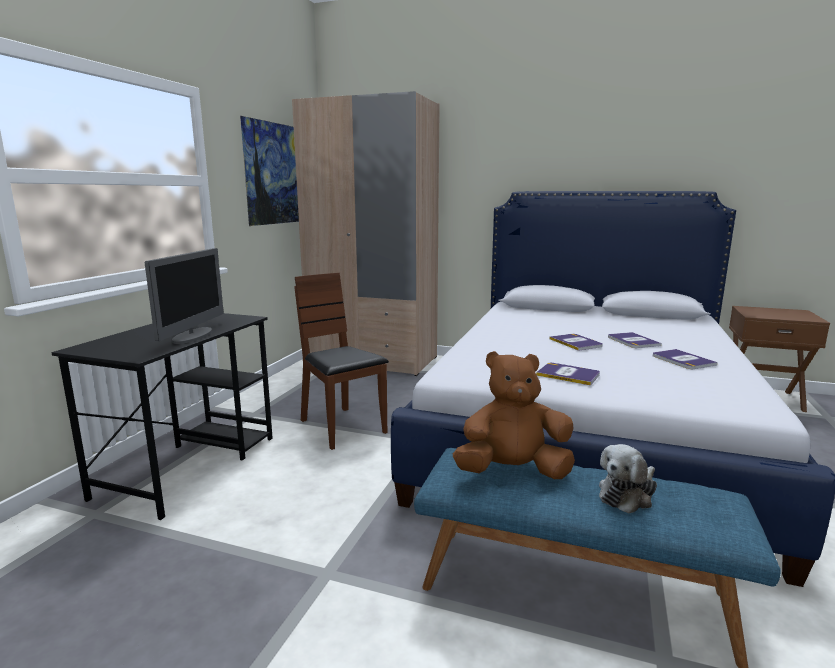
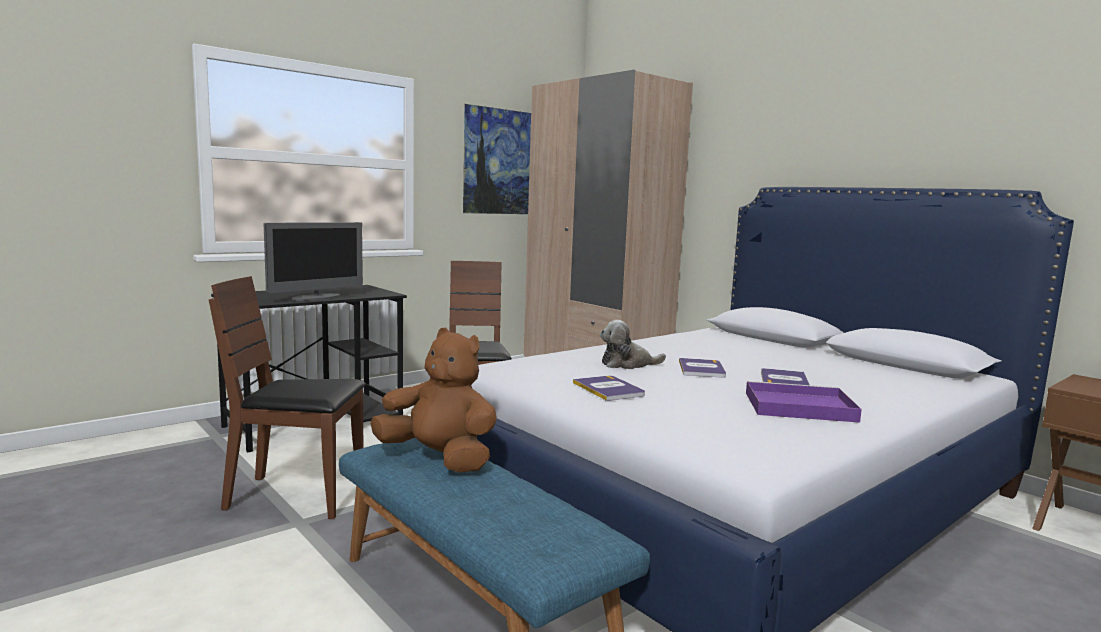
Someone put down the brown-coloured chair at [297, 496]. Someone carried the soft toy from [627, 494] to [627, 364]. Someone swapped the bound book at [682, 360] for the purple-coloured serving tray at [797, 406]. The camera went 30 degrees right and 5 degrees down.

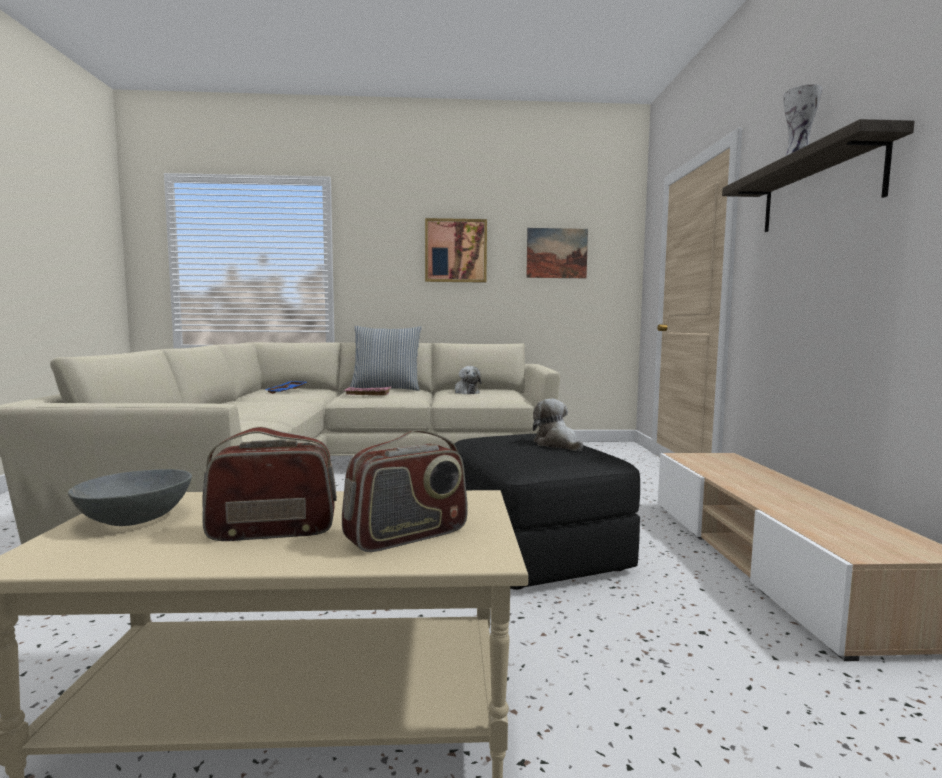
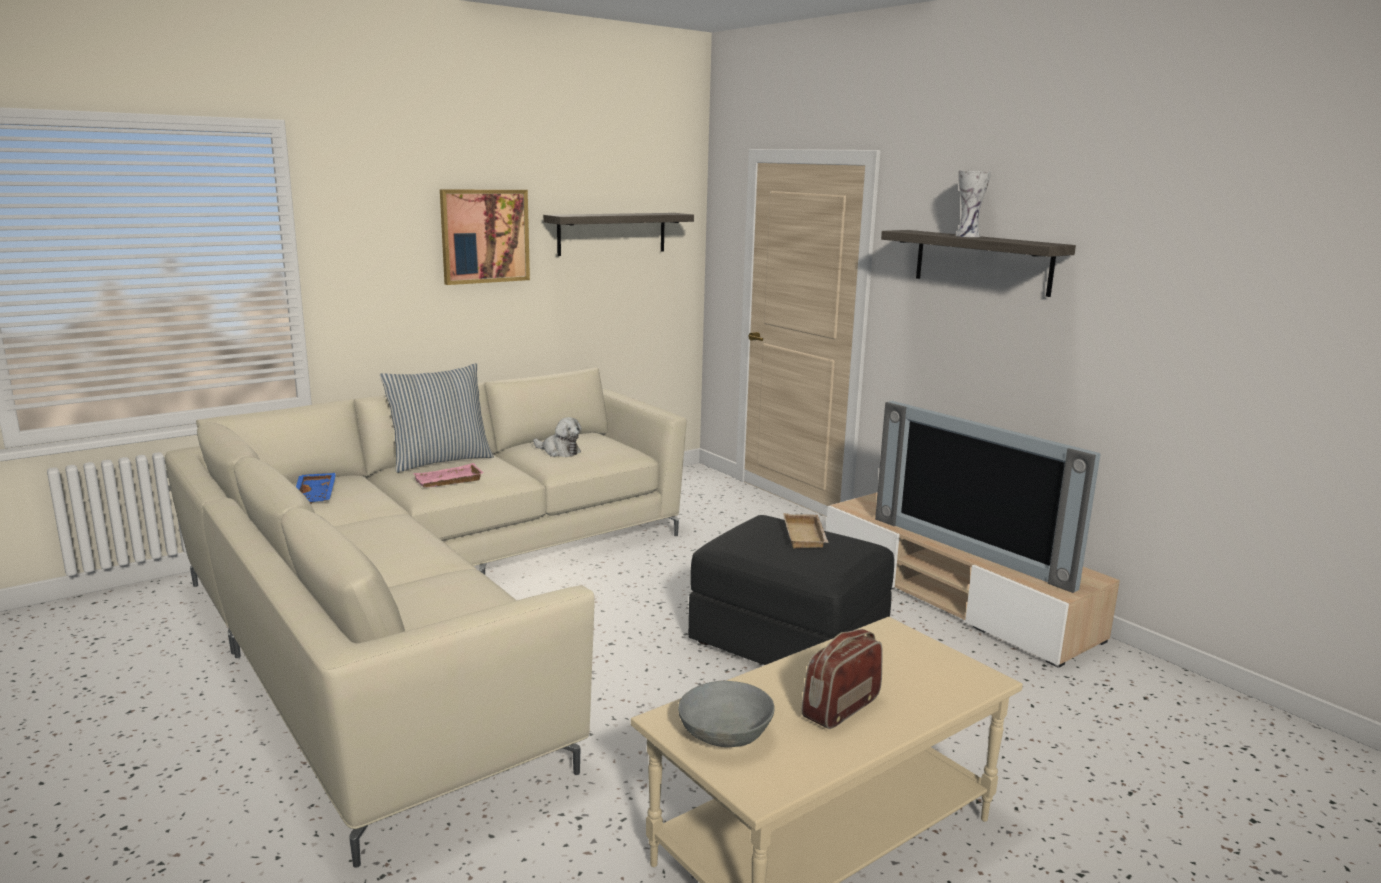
Someone took away the radio at [407, 536]. Someone put down the TV set at [973, 549]. Someone swapped the wall art at [556, 253] for the wall shelf at [612, 233]. Someone swapped the soft toy at [557, 444] for the beige serving tray at [806, 536]. The camera went 35 degrees left and 10 degrees up.

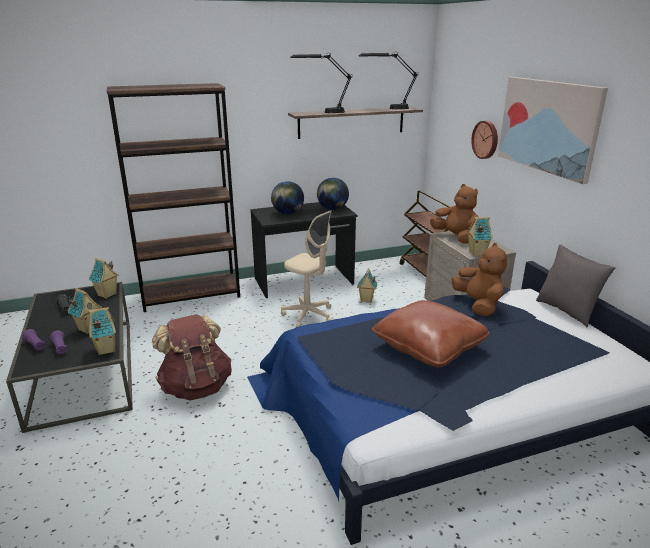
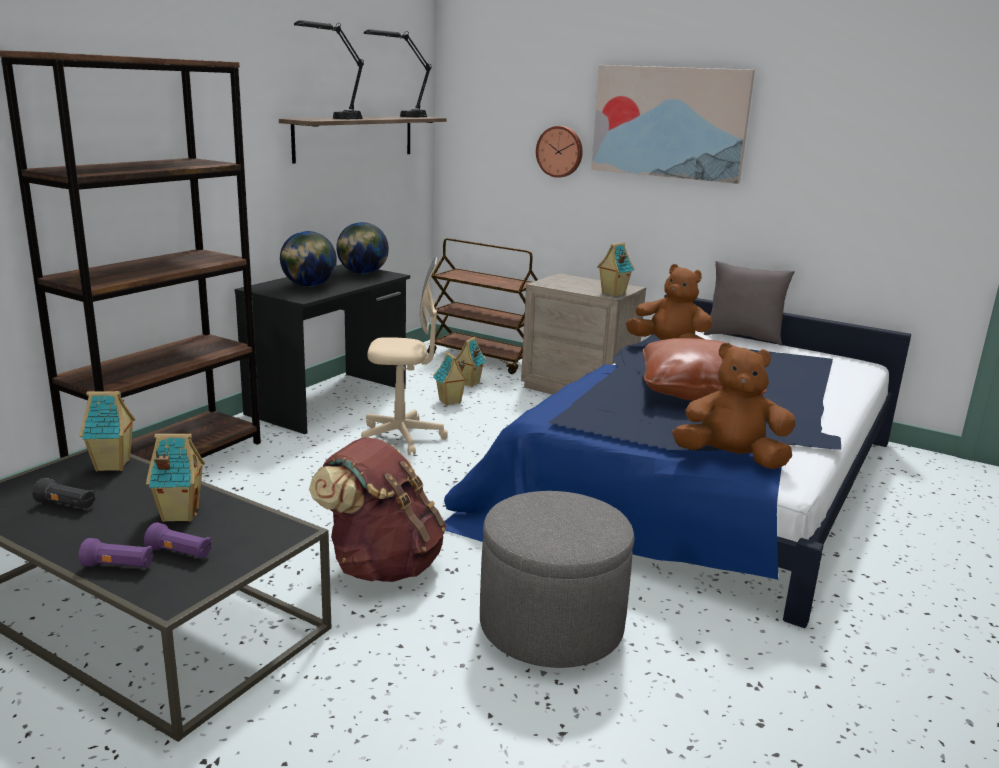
Someone put down the greyish ottoman at [551, 625]. Someone carried the model house from [106, 349] to [468, 383]. Someone carried the brown-coloured soft toy from [456, 238] to [731, 458]. The camera went 40 degrees left and 5 degrees down.

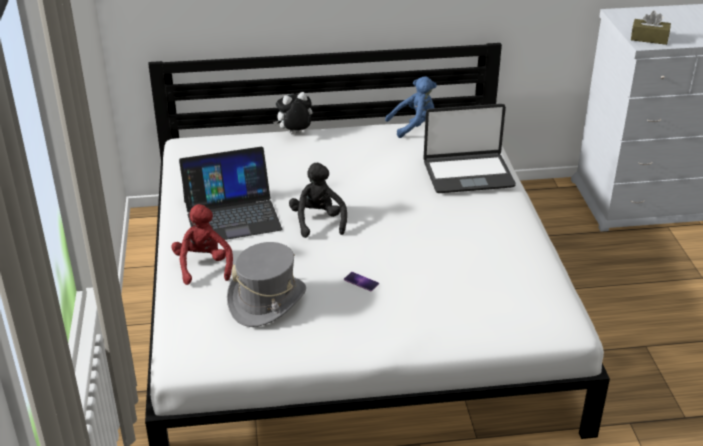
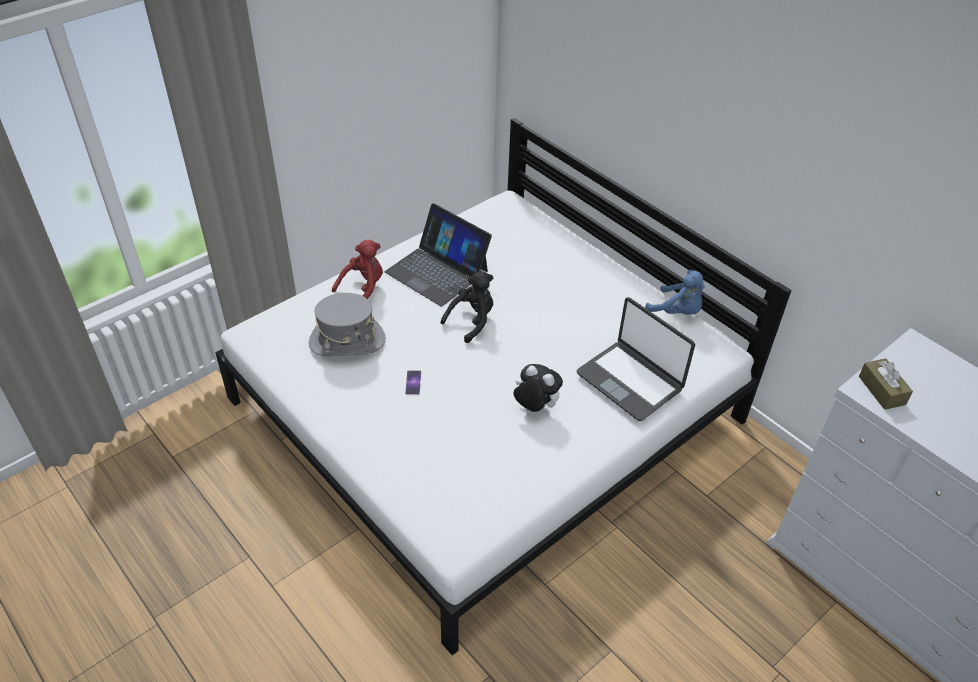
Someone carried the soft toy from [295, 134] to [535, 407]. The camera went 55 degrees right and 10 degrees up.

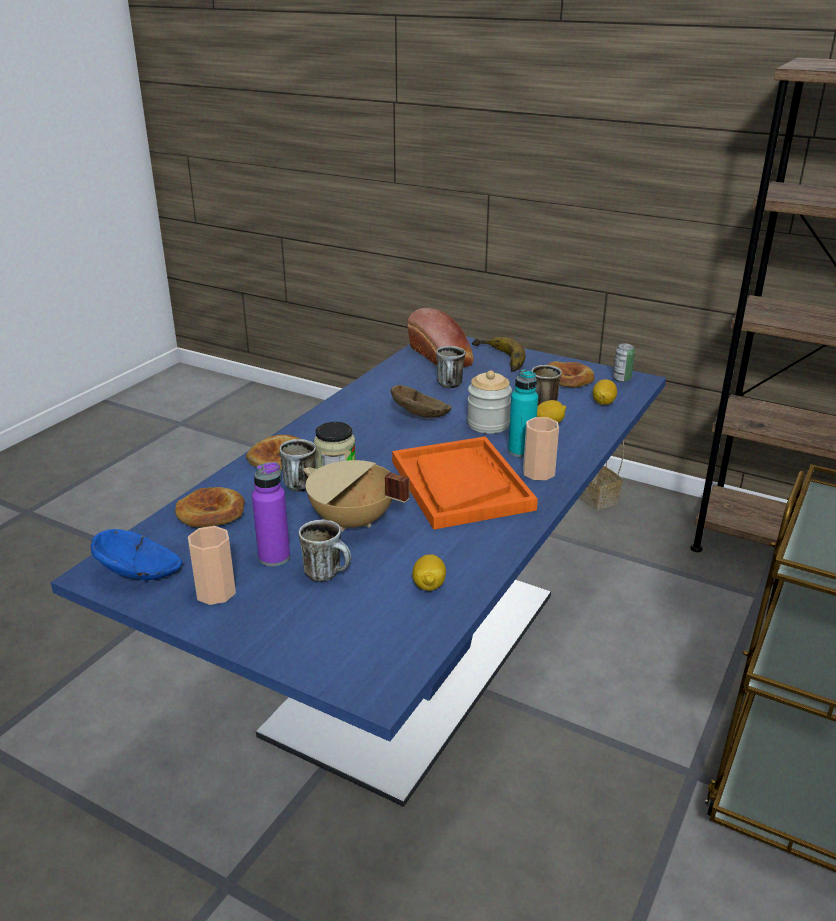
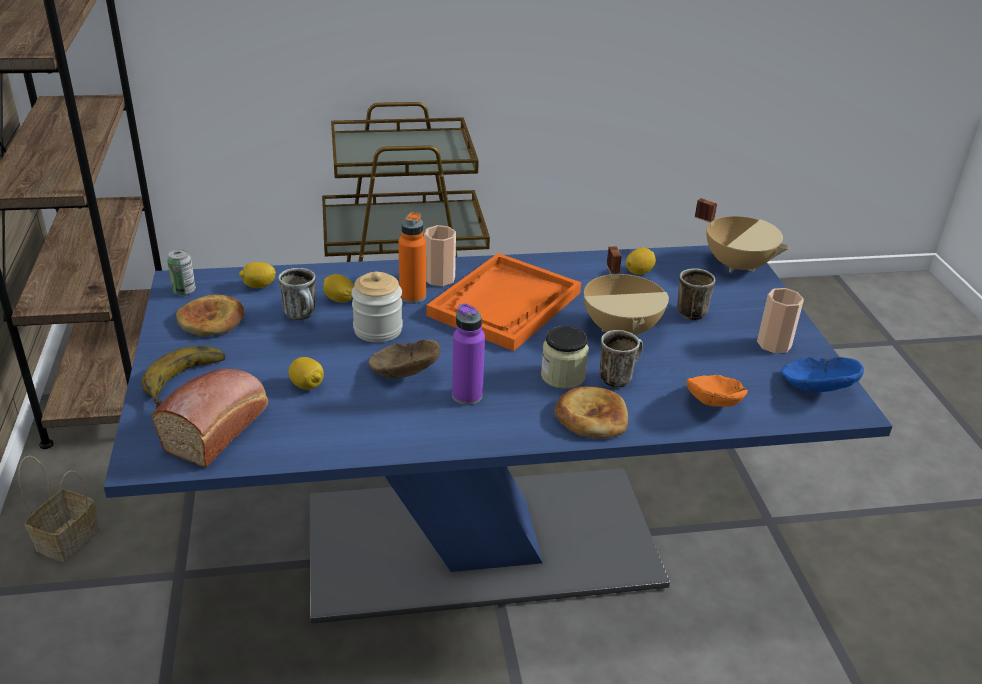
Someone put down the beige cooking pot at [737, 265]. Someone carried the purple-coloured beverage bottle from [274, 557] to [467, 396]. Someone swapped the bakery bread at [211, 512] for the orange deep dish at [714, 403]. Someone swapped the mug at [451, 386] for the lemon at [307, 385]. Someone repainted the turquoise beverage bottle at [521, 451], which became the orange beverage bottle at [412, 296]. The camera went 130 degrees left and 5 degrees up.

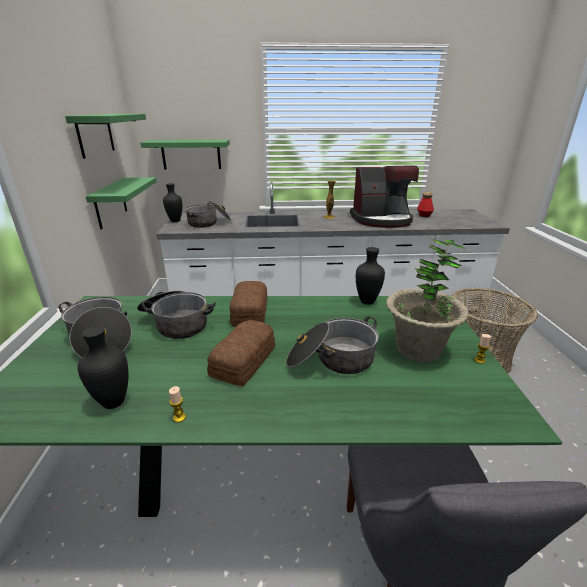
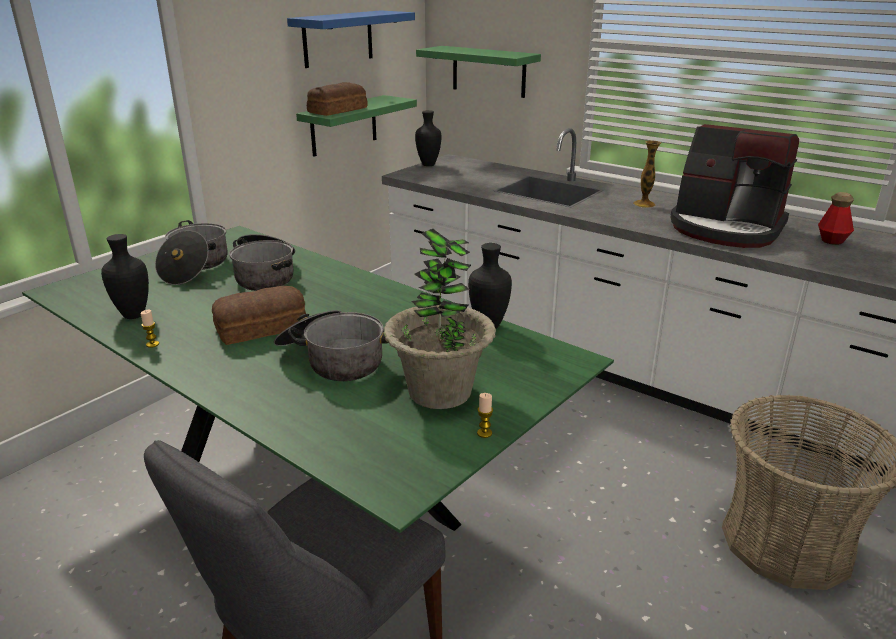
Someone took away the cooking pot at [209, 223]. Someone carried the bakery bread from [249, 313] to [336, 110]. Someone repainted the greenish wall shelf at [95, 134], which became the blue-coloured wall shelf at [338, 38]. The camera went 40 degrees right and 0 degrees up.

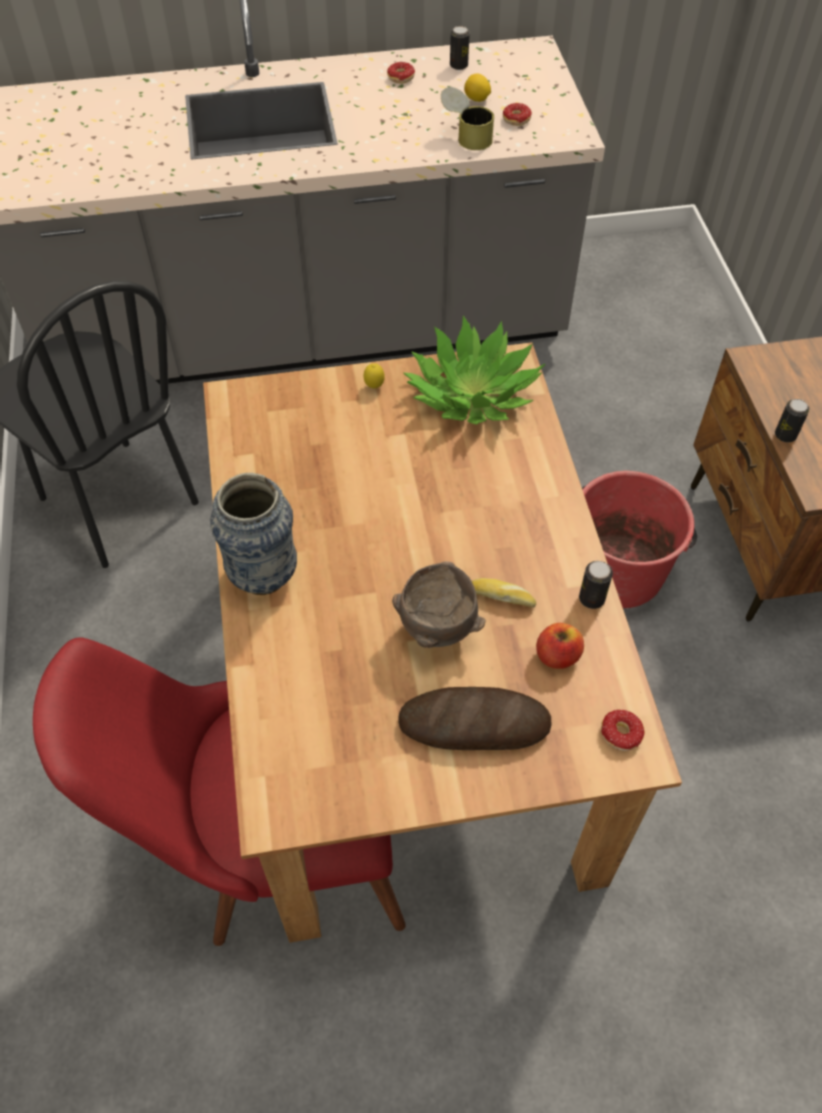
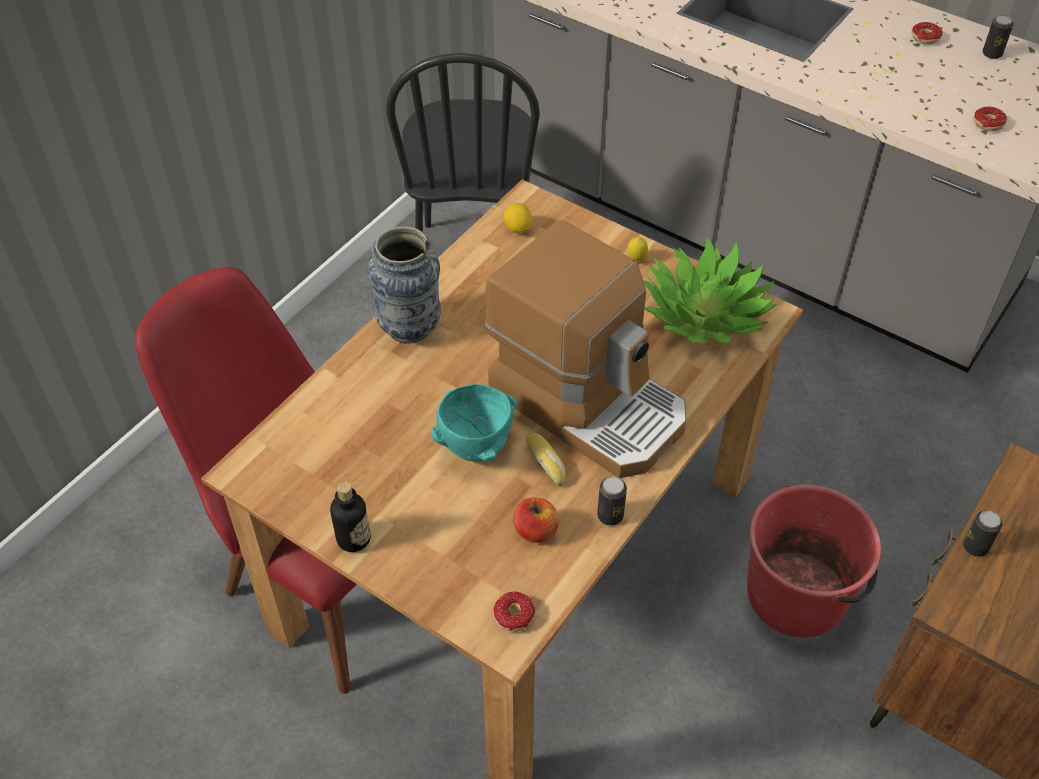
Someone took away the bakery bread at [474, 724]. Someone took away the metal can at [466, 136]. Someone put down the beverage bottle at [353, 539]. Someone put down the coffee brewer at [590, 402]. Someone carried the lemon from [476, 99] to [517, 229]. Someone repainted the brown-coloured deep dish at [437, 632], which became the turquoise deep dish at [474, 450]. The camera went 45 degrees right and 5 degrees down.

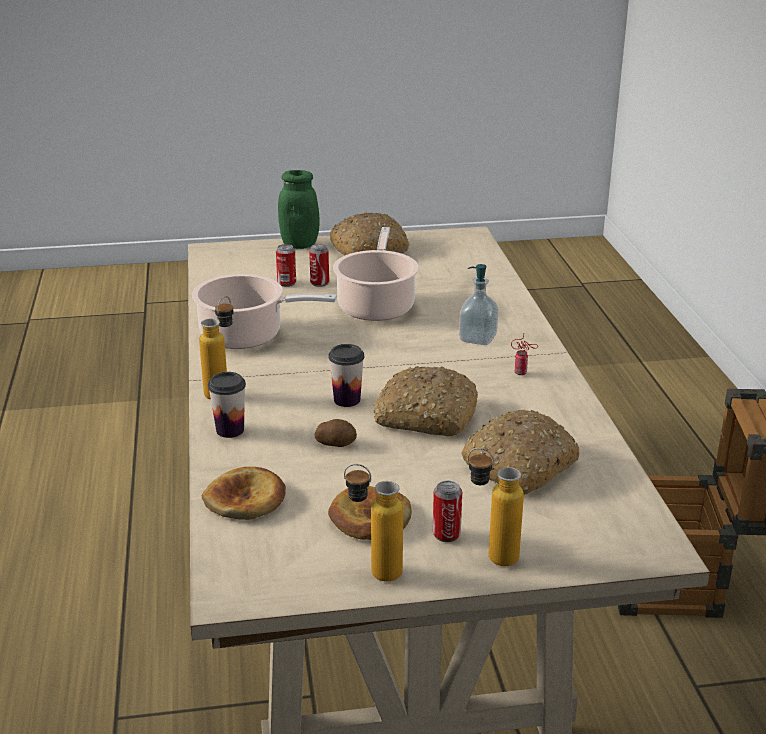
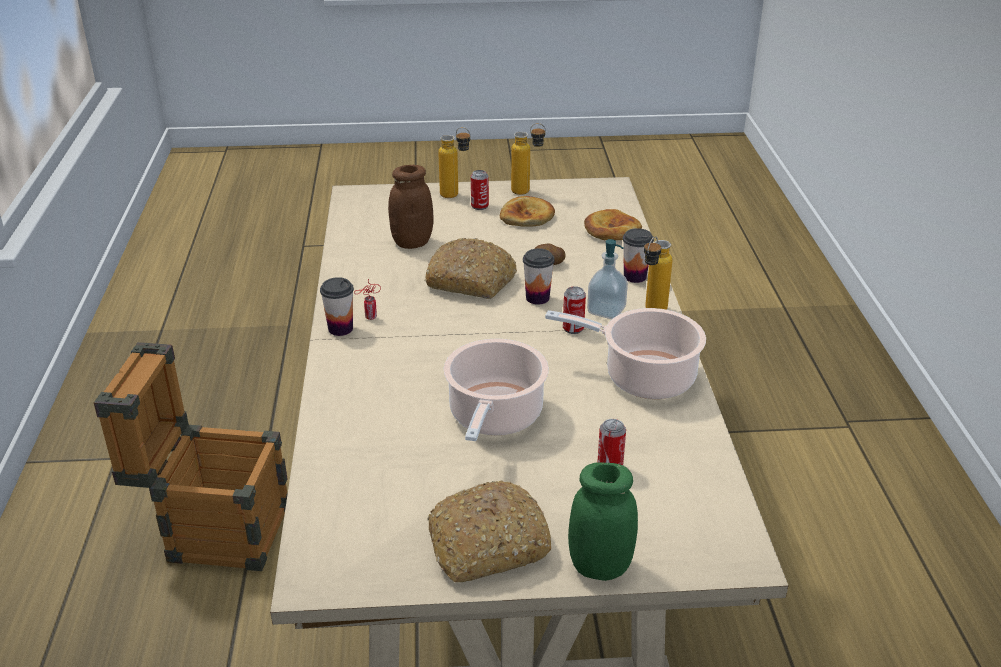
Someone put down the small cup at [340, 329]. Someone carried the metal can from [319, 283] to [573, 328]. Someone carried the liquid soap bottle from [477, 338] to [606, 311]. Someone swapped the bakery bread at [520, 464] for the brown-coloured preserve jar at [412, 242]. The camera went 175 degrees left and 5 degrees up.

